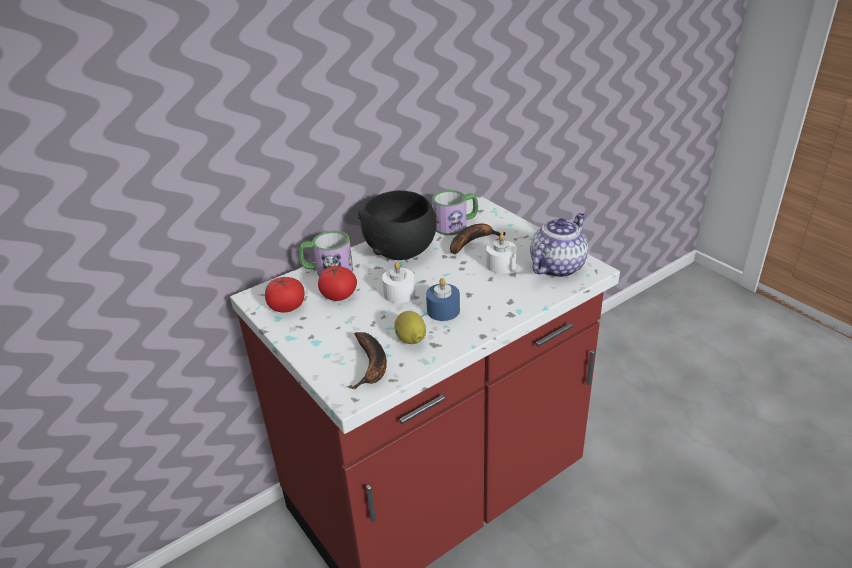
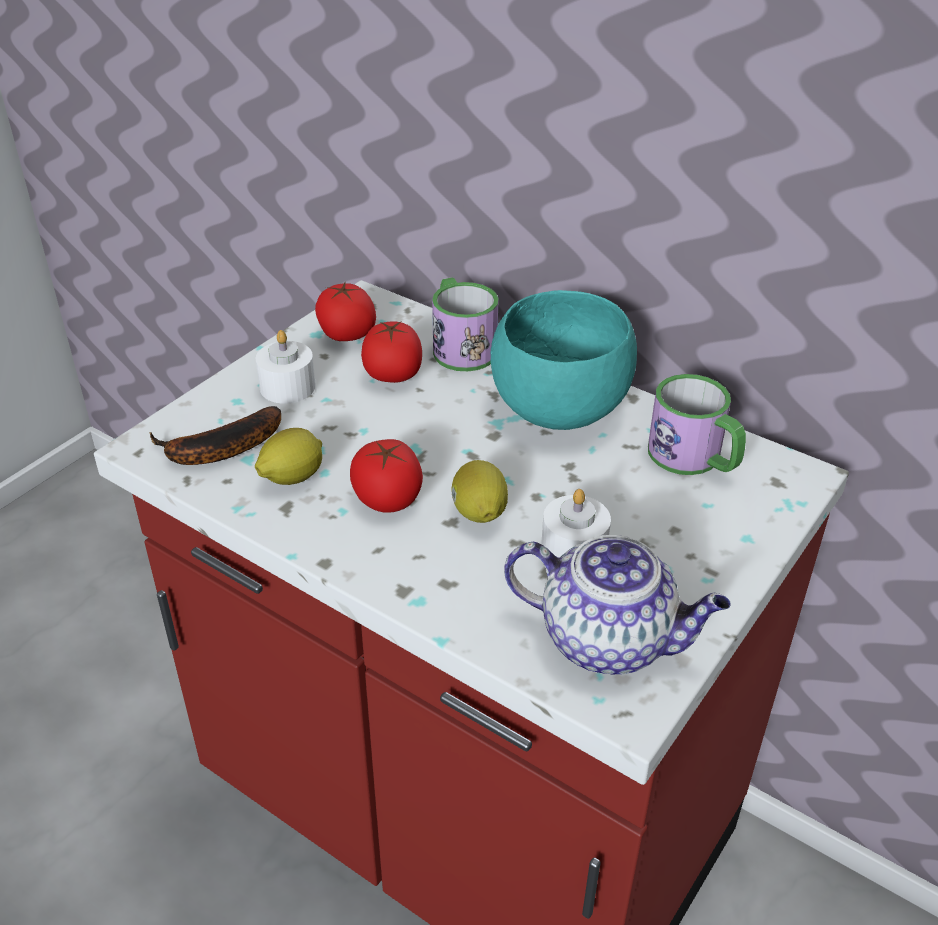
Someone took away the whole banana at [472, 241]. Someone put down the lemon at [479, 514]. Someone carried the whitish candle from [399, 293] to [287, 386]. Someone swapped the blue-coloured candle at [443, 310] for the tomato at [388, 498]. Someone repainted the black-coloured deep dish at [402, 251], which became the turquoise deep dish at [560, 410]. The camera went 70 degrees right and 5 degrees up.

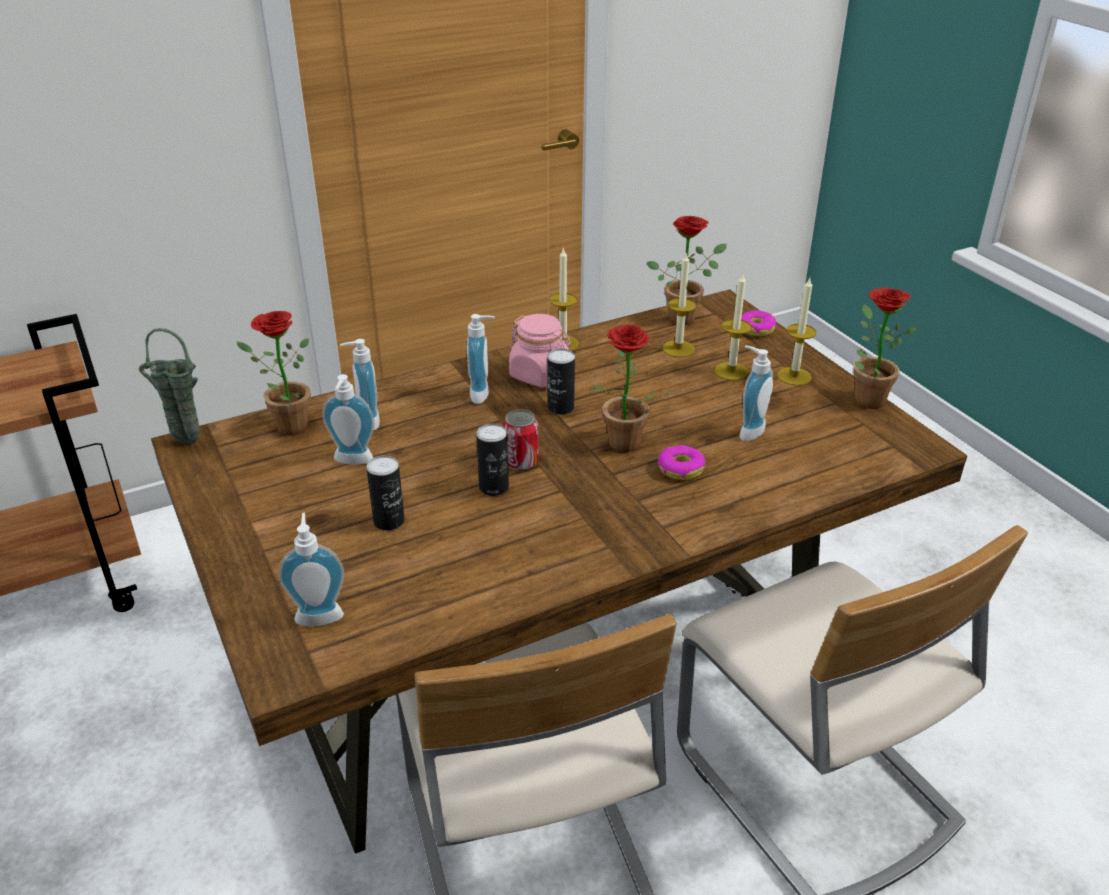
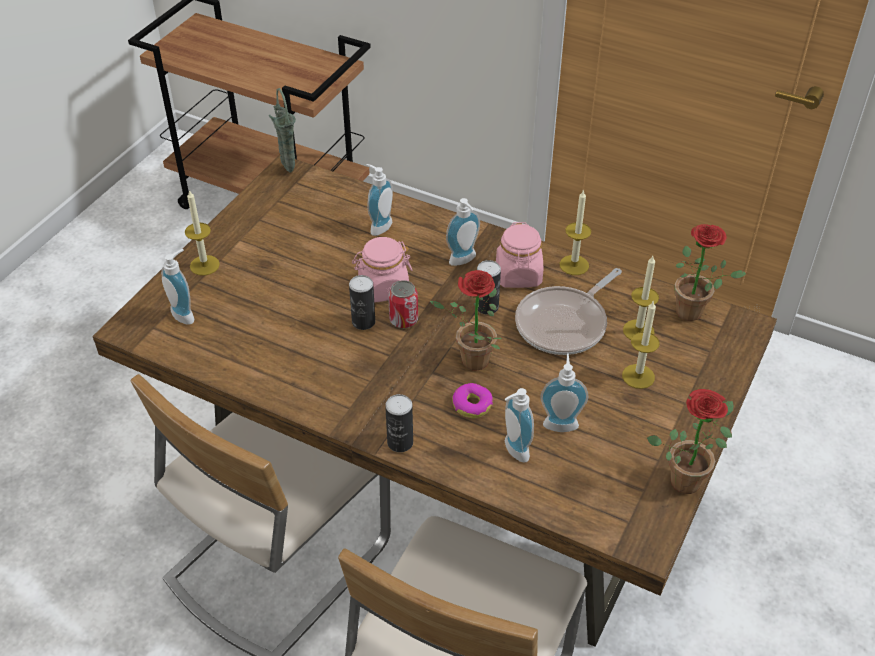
Someone took away the houseplant at [285, 426]. Someone took away the donut at [756, 329]. Someone put down the pinkish preserve jar at [383, 288]. Someone put down the skillet at [565, 324]. Someone carried the liquid soap bottle from [352, 462] to [513, 451]. Someone carried the metal can from [389, 521] to [400, 442]. Someone carried the candle from [794, 376] to [204, 265]. The camera went 55 degrees right and 10 degrees up.

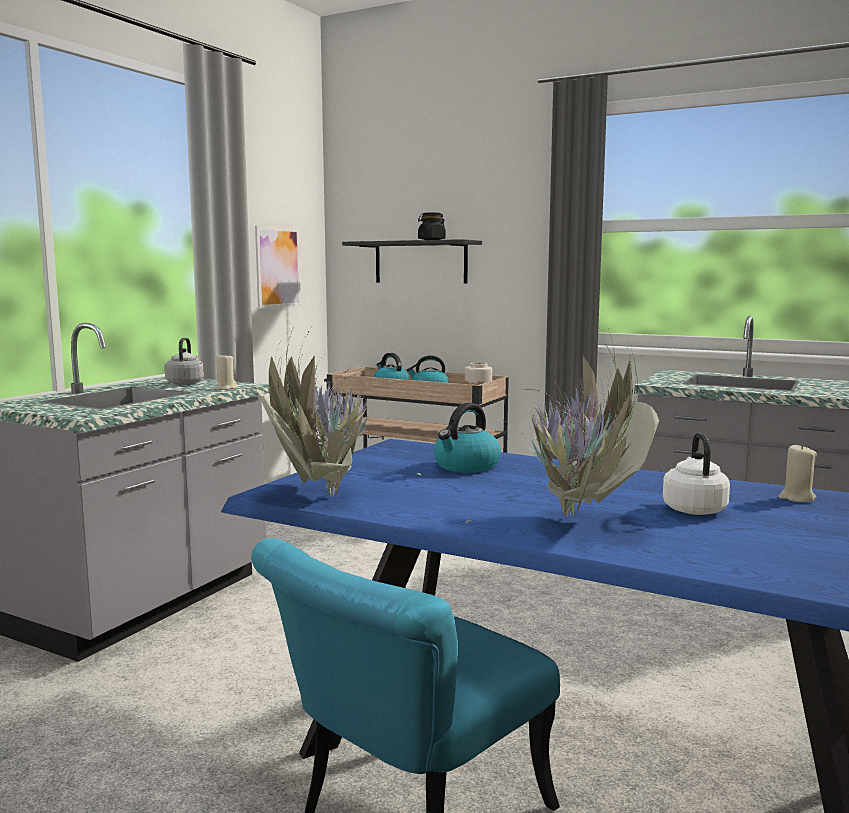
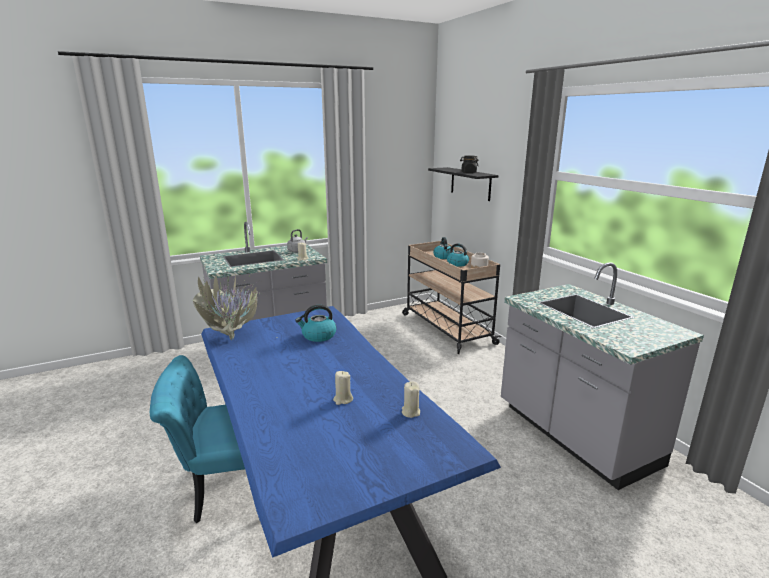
Someone took away the wall art at [278, 267]. Someone took away the houseplant at [581, 523]. Someone swapped the whitish kettle at [693, 509] for the beige candle at [343, 399]. The camera went 35 degrees right and 10 degrees up.

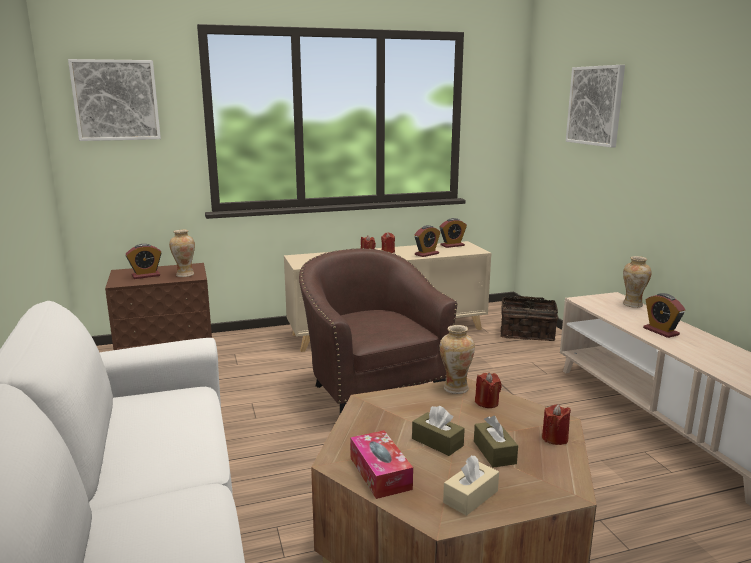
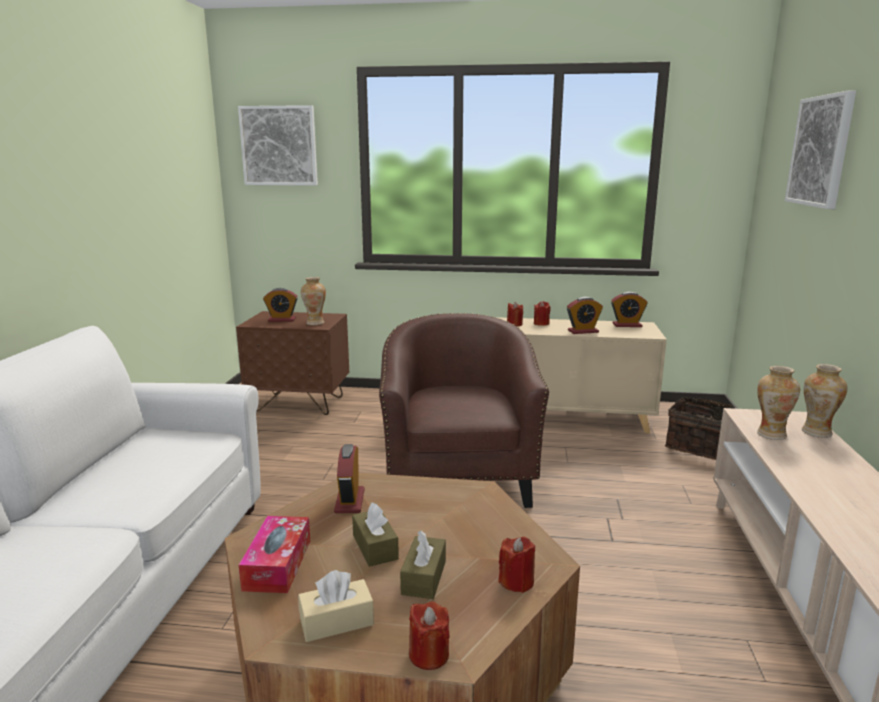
Someone carried the vase from [455, 388] to [770, 434]. Someone carried the reddish candle from [487, 402] to [429, 655]. Someone carried the table clock from [661, 331] to [350, 501]. The camera went 25 degrees right and 0 degrees up.

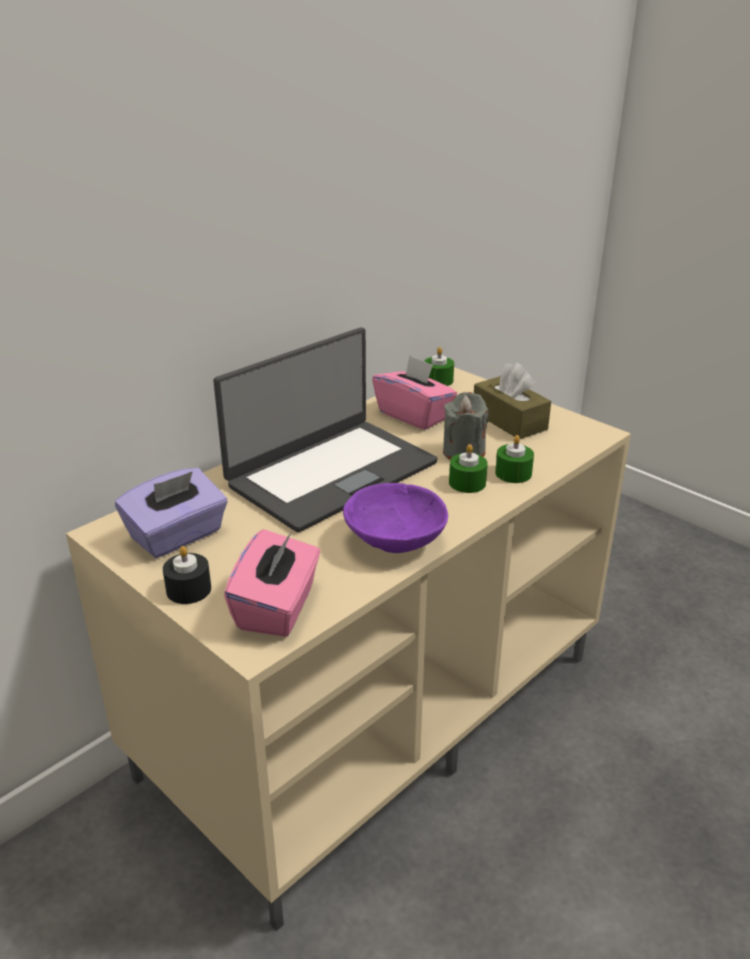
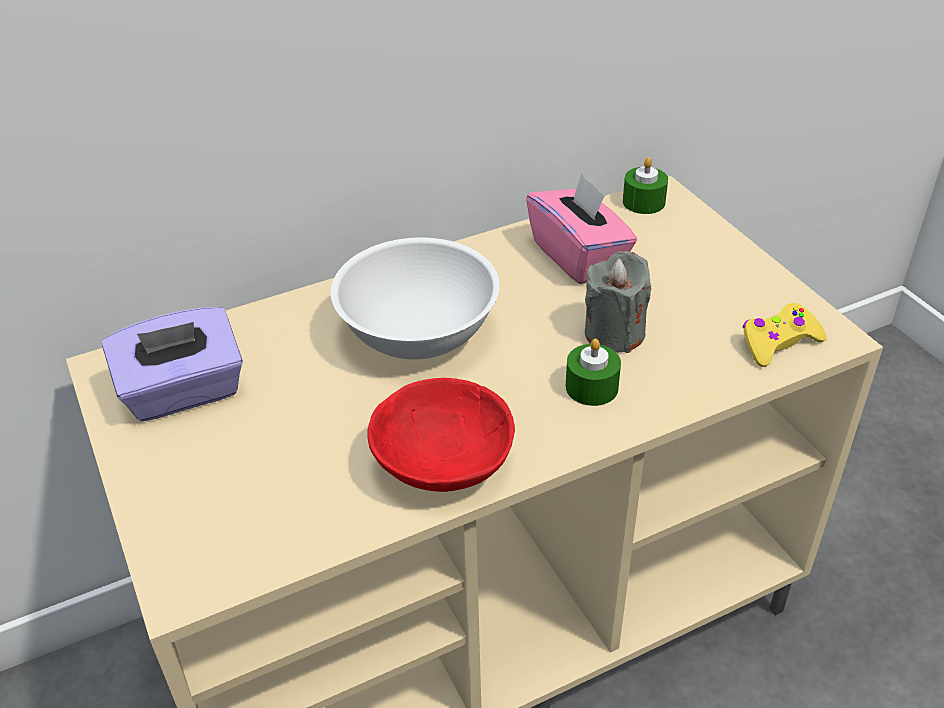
Someone took away the black-coloured candle at [188, 589]. Someone took away the pinkish box of tissues at [277, 608]. Someone took away the brown-coloured box of tissues at [509, 420]. Someone took away the greenish candle at [513, 473]. Someone put down the yellowish game controller at [778, 343]. Someone swapped the portable computer at [330, 473] for the whitish deep dish at [419, 332]. Someone repainted the purple-coloured deep dish at [393, 541], which became the reddish deep dish at [441, 464]. The camera went 20 degrees right and 10 degrees up.

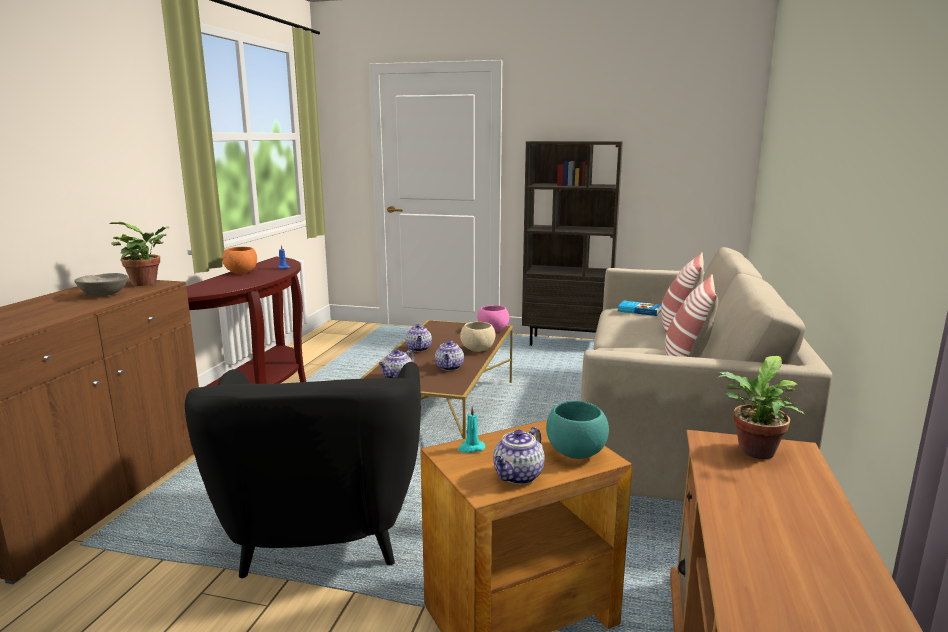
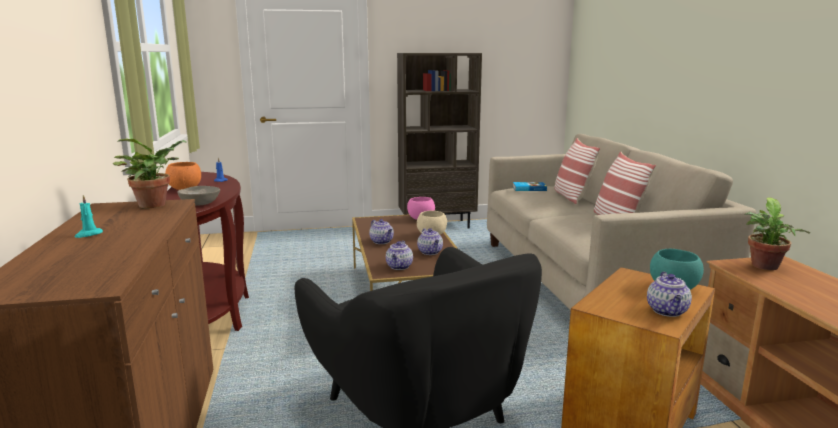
Someone carried the greyish deep dish from [103, 294] to [199, 204]. Someone carried the turquoise candle from [471, 448] to [88, 234]. The camera went 25 degrees left and 0 degrees up.

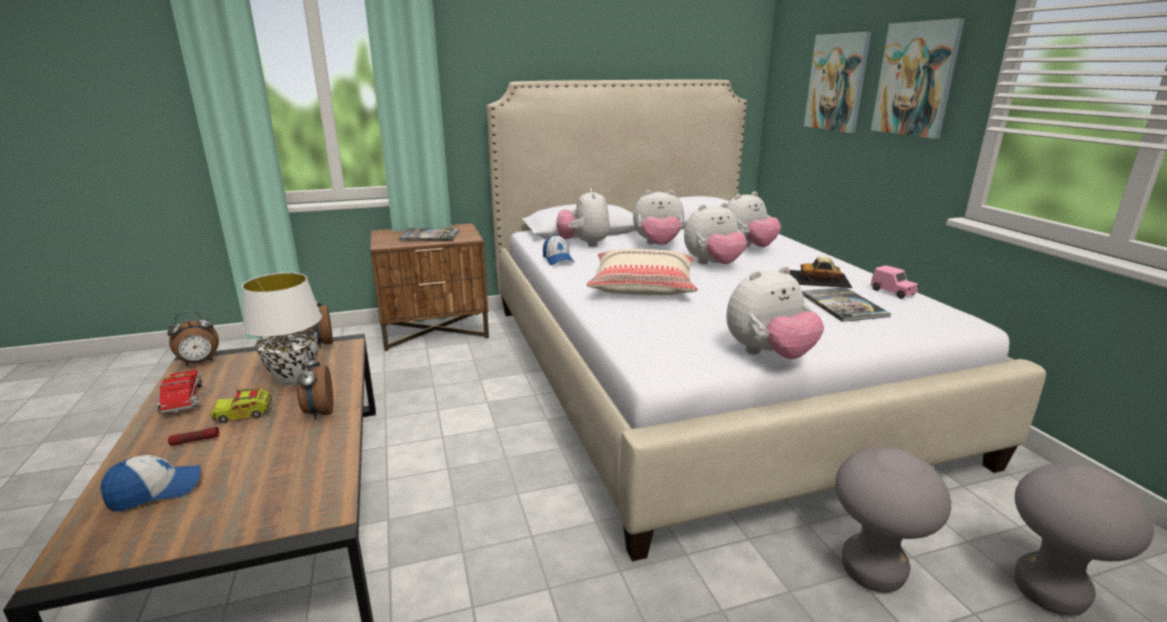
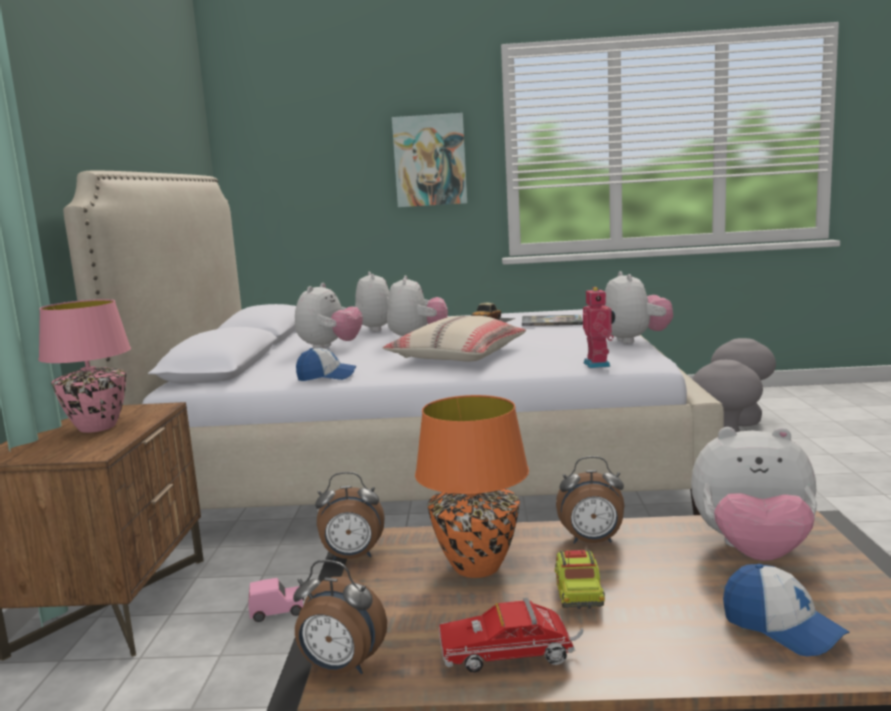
Someone took away the flashlight at [195, 441]. Someone took away the wall art at [837, 82]. Someone put down the robot figure at [599, 364]. Someone carried the soft toy from [584, 244] to [753, 552]. Someone carried the pinkish miniature car from [893, 292] to [278, 612]. Someone swapped the bound book at [430, 236] for the pinkish table lamp at [96, 427]. Someone repainted the whitish table lamp at [295, 379], which became the orange table lamp at [477, 566]. Someone rotated the baseball cap at [156, 491] by 150 degrees clockwise. Someone rotated the table clock at [199, 363] by 120 degrees clockwise. The camera went 70 degrees left and 10 degrees down.

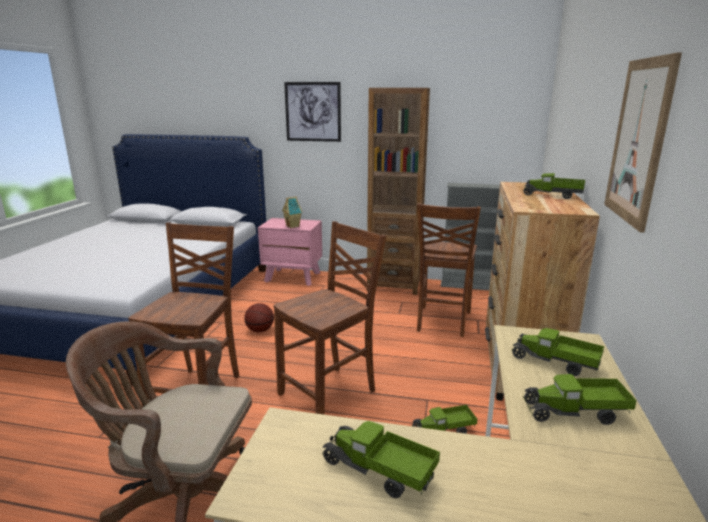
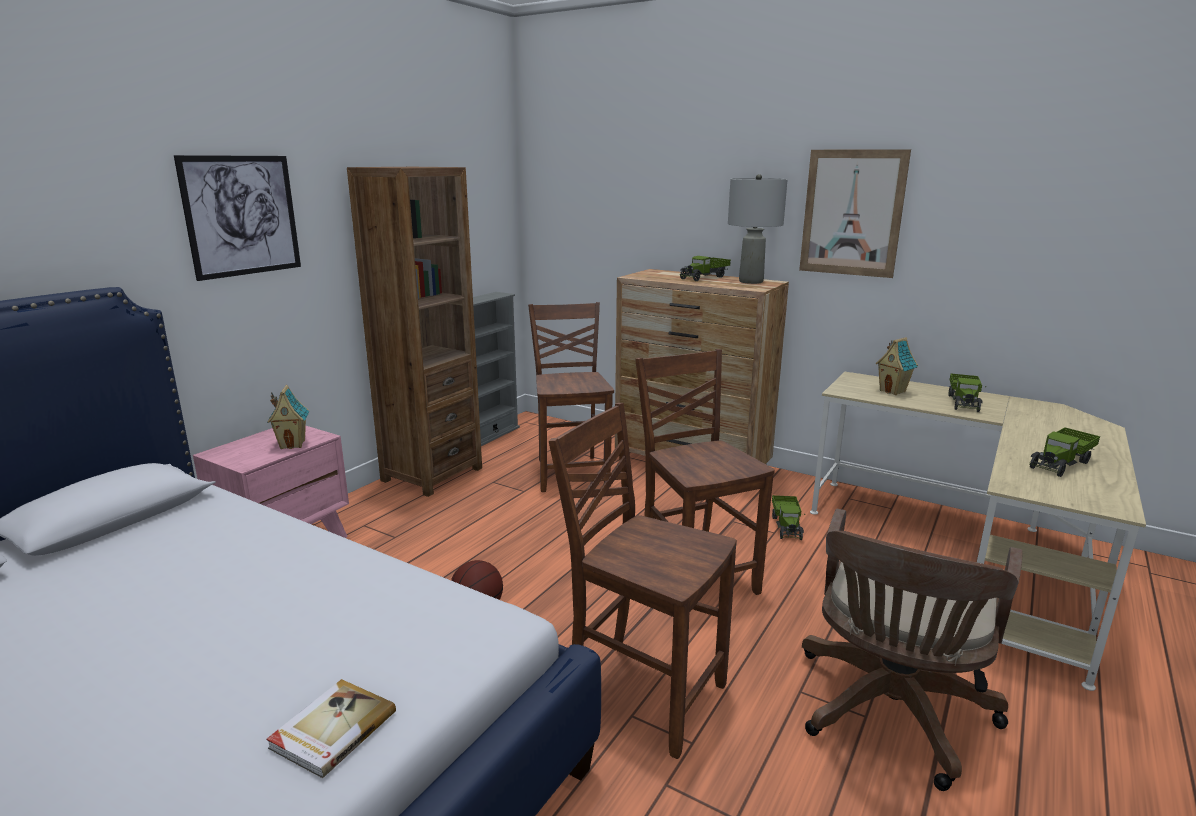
Someone put down the bound book at [332, 730]. Someone put down the greyish table lamp at [751, 281]. Someone swapped the model truck at [555, 362] for the model house at [893, 391]. Someone rotated the brown-coloured chair at [442, 322] by 135 degrees counterclockwise. The camera went 70 degrees left and 0 degrees up.

